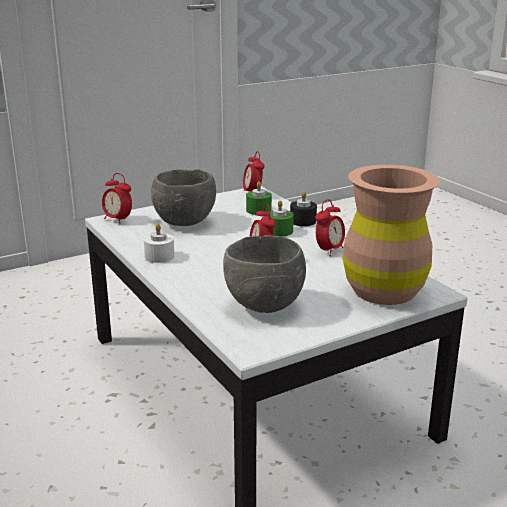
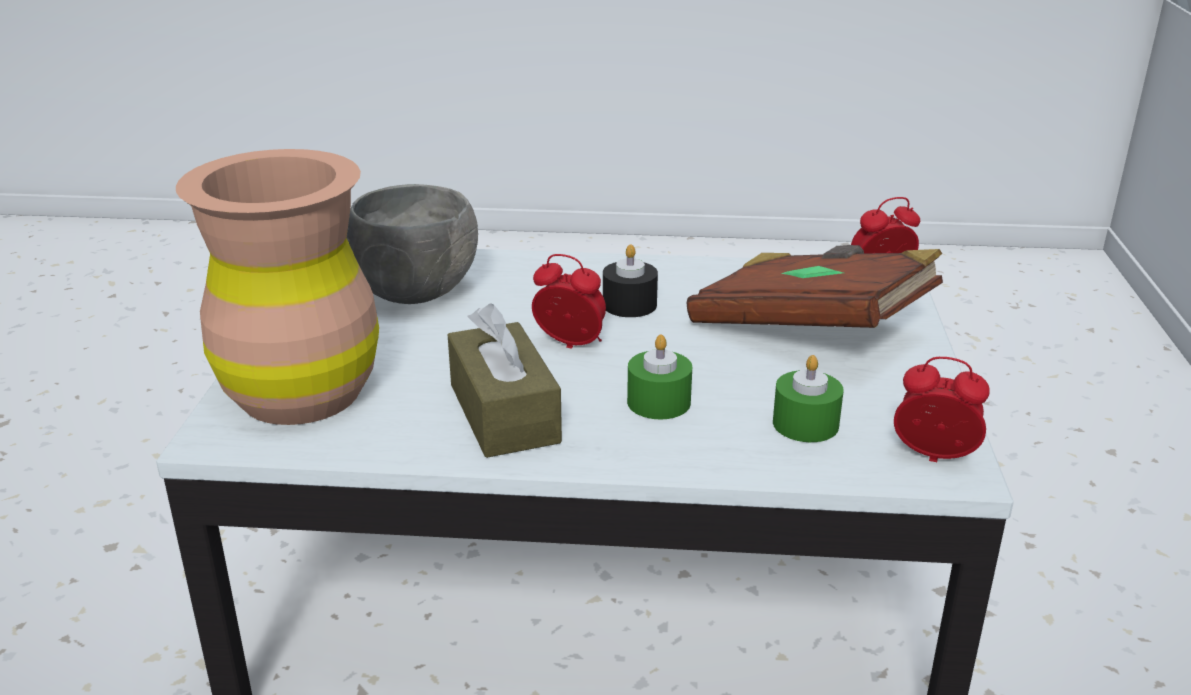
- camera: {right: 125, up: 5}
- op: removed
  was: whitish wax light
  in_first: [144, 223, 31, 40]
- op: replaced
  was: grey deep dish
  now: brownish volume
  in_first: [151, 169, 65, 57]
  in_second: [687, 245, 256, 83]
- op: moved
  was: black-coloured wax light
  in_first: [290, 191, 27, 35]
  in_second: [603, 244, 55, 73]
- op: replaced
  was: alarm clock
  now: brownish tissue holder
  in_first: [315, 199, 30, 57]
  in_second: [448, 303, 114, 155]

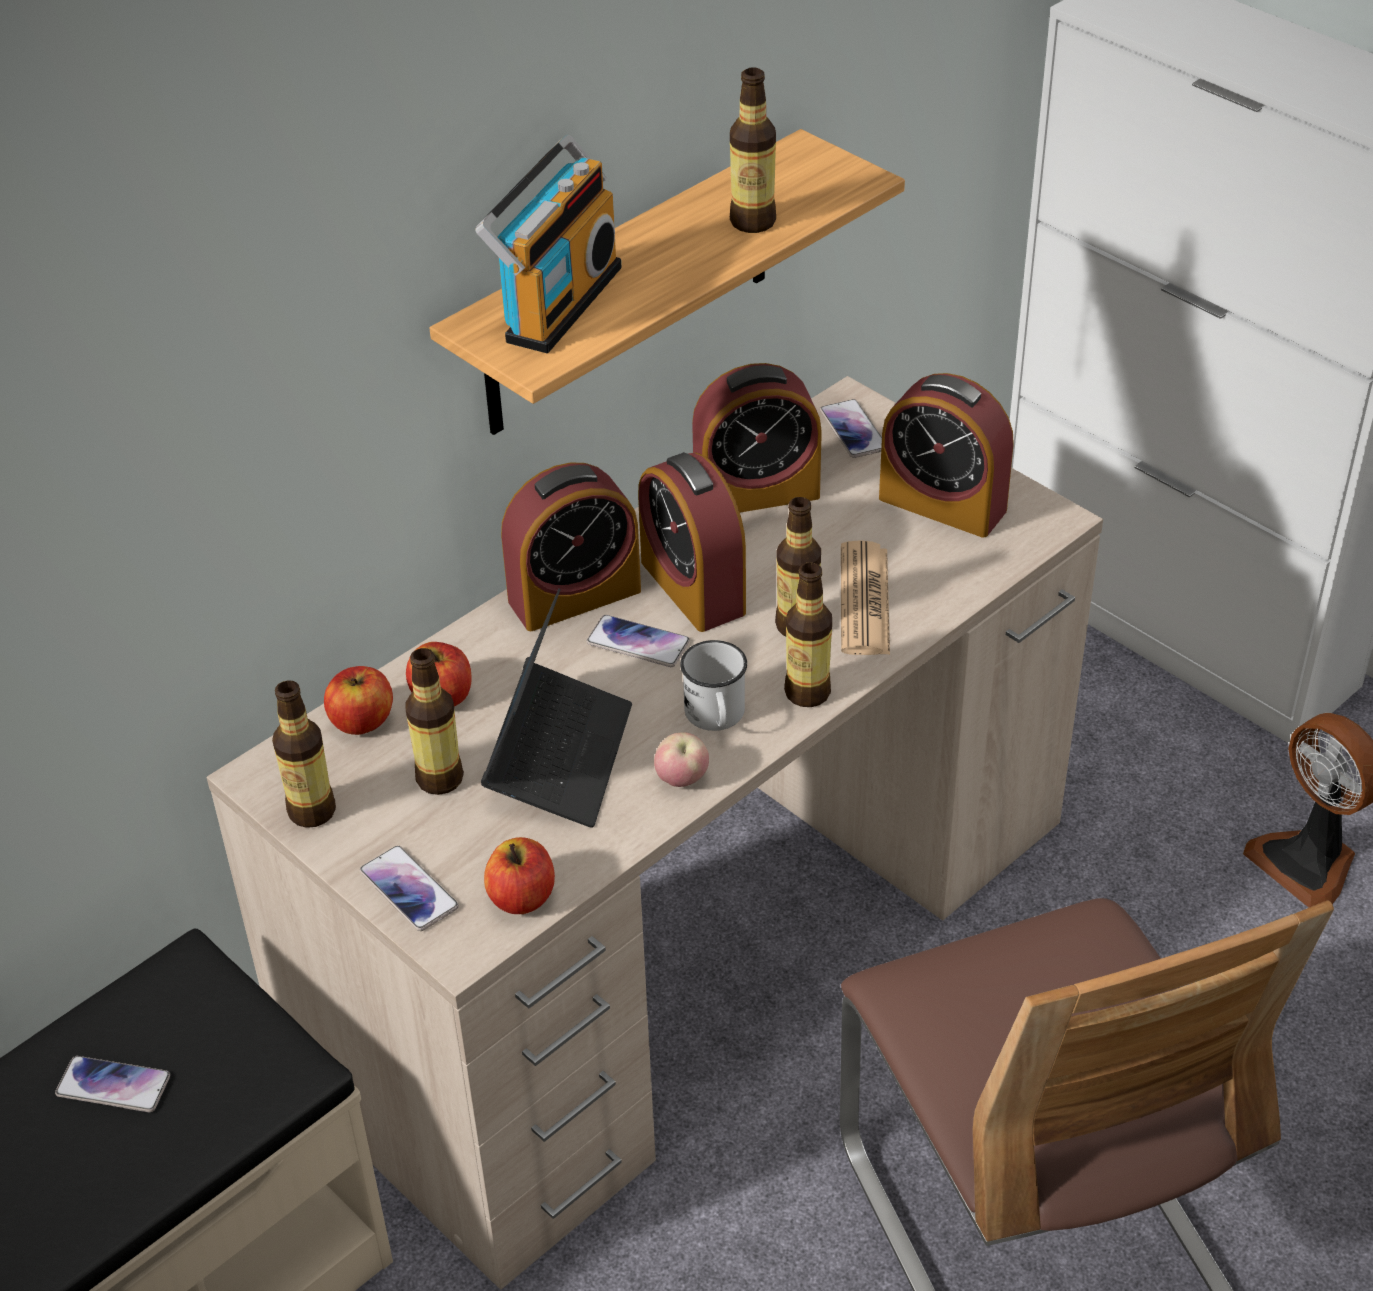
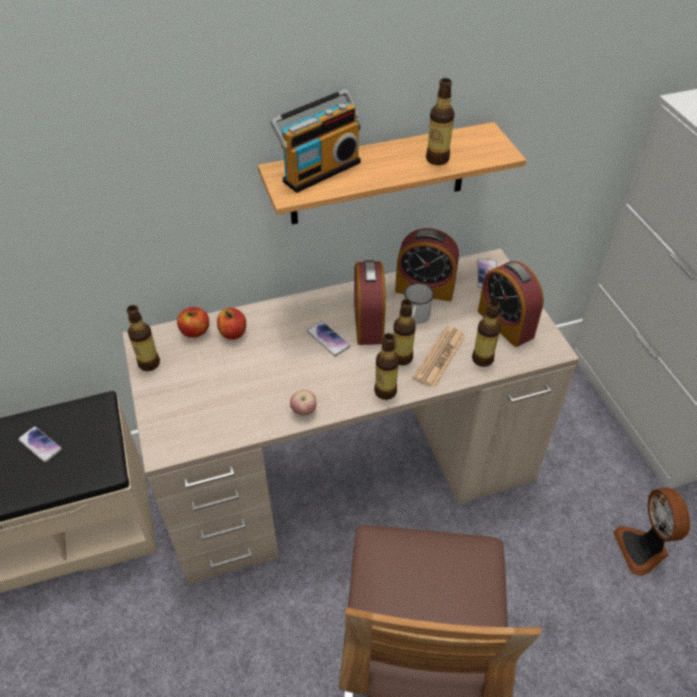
- camera: {right: 25, up: 5}
- op: removed
  was: phone
  in_first: [360, 846, 99, 85]
- op: moved
  was: drink bottle
  in_first: [405, 648, 59, 147]
  in_second: [472, 301, 29, 66]
- op: removed
  was: laptop
  in_first: [481, 588, 151, 240]
- op: removed
  was: apple
  in_first: [484, 837, 71, 77]
- op: removed
  was: alarm clock
  in_first: [501, 462, 140, 169]
- op: moved
  was: whitish coffee mug
  in_first: [680, 640, 67, 91]
  in_second: [404, 283, 30, 41]

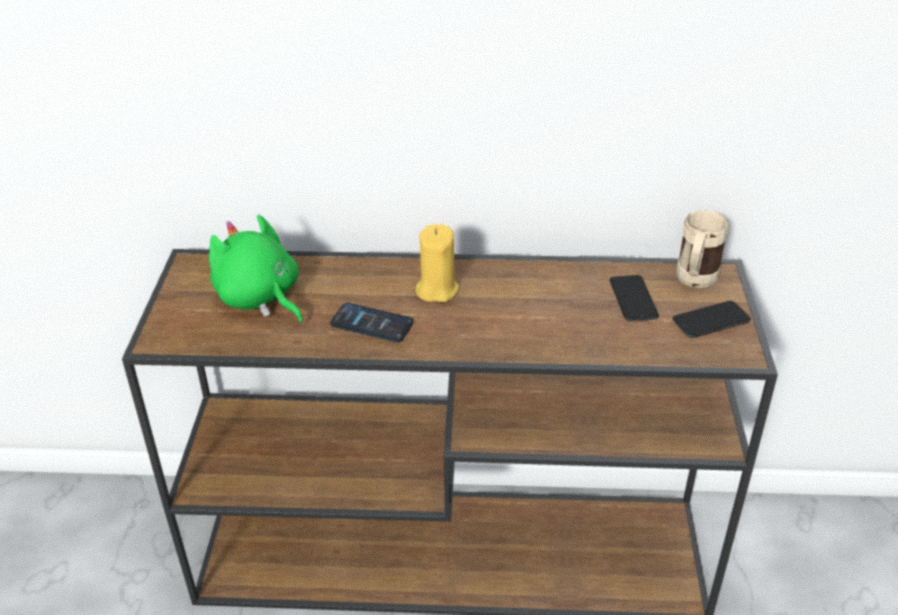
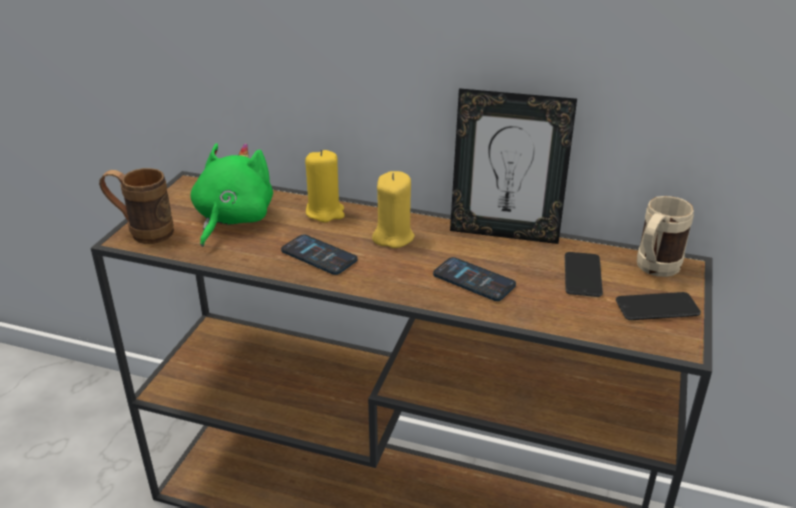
- camera: {right: 15, up: -5}
- op: turned
  was: greenish plush toy
  in_first: [209, 214, 94, 109]
  in_second: [190, 143, 83, 104]
  clockwise: 45
- op: added
  now: brownish coffee mug
  in_second: [99, 168, 75, 76]
- op: added
  now: yellowish wax light
  in_second: [305, 150, 40, 73]
- op: added
  now: phone
  in_second: [433, 257, 83, 44]
- op: added
  now: photo frame
  in_second: [450, 88, 127, 156]

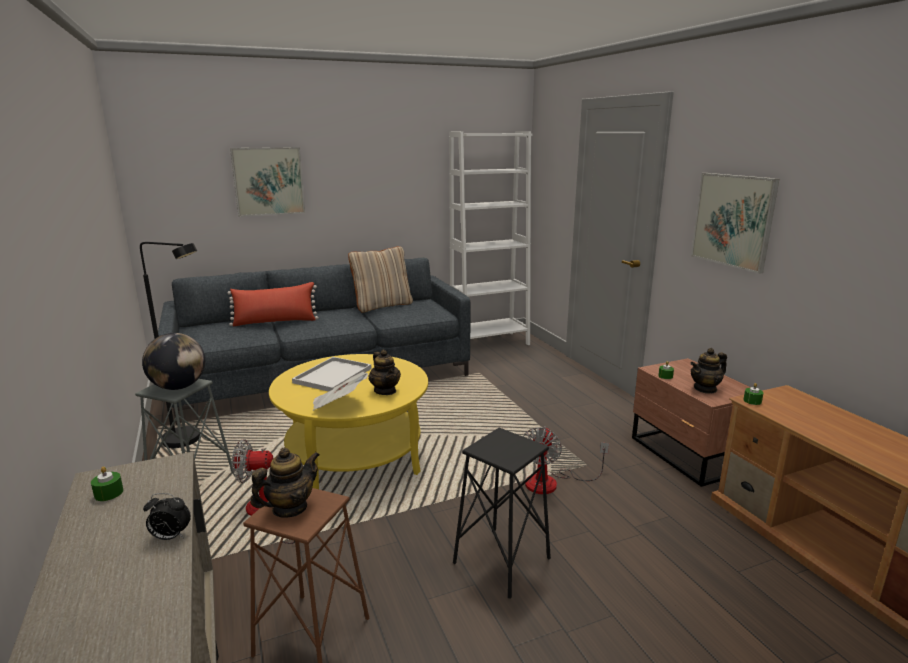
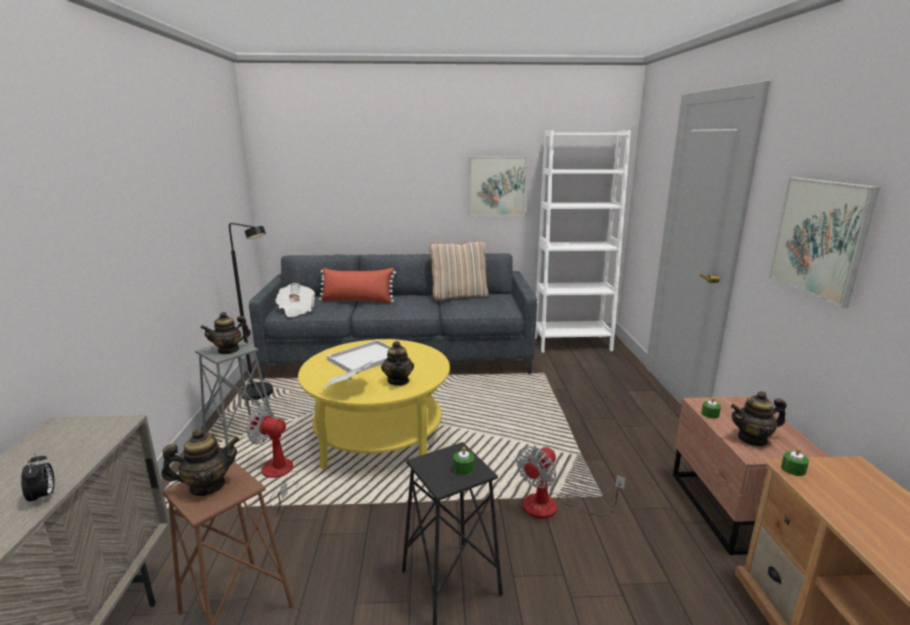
- camera: {right: 20, up: 0}
- op: moved
  was: greenish wax light
  in_first: [91, 466, 32, 35]
  in_second: [453, 447, 21, 28]
- op: replaced
  was: globe
  now: pot for tea
  in_first: [142, 333, 63, 57]
  in_second: [201, 312, 50, 42]
- op: turned
  was: alarm clock
  in_first: [143, 493, 48, 47]
  in_second: [21, 453, 34, 51]
  clockwise: -135
- op: moved
  was: picture
  in_first: [230, 147, 75, 70]
  in_second: [468, 157, 59, 59]
- op: added
  now: printed paper
  in_second: [275, 283, 40, 34]

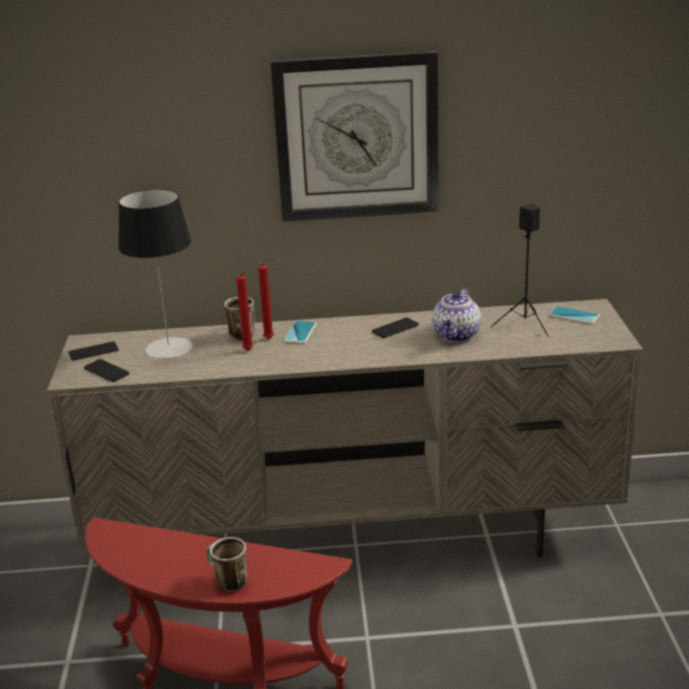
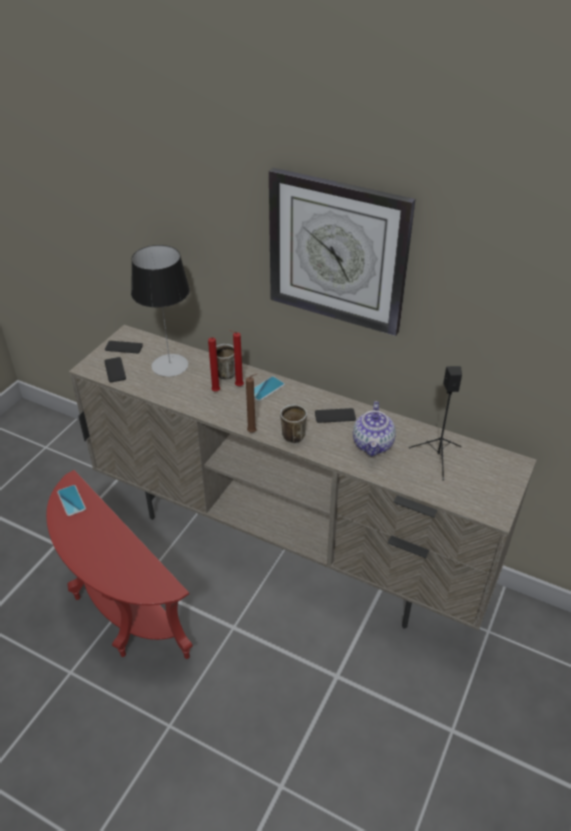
- camera: {right: 30, up: 15}
- op: moved
  was: coffee mug
  in_first: [206, 537, 41, 55]
  in_second: [280, 404, 27, 39]
- op: turned
  was: pot for tea
  in_first: [432, 288, 49, 54]
  in_second: [353, 401, 43, 56]
  clockwise: -45
- op: moved
  was: phone
  in_first: [549, 306, 51, 18]
  in_second: [57, 485, 29, 31]
- op: added
  now: brownish wax light
  in_second: [246, 374, 11, 58]

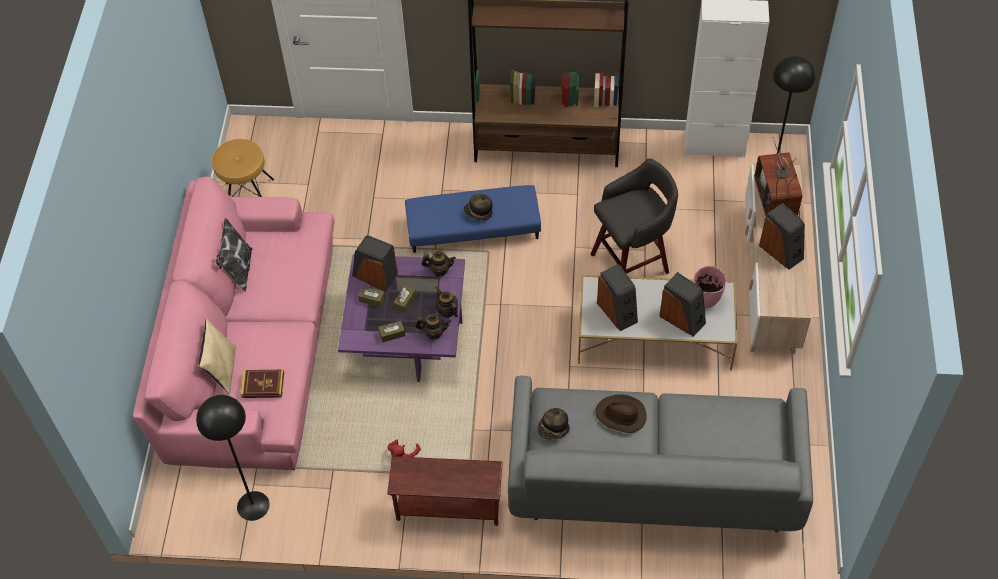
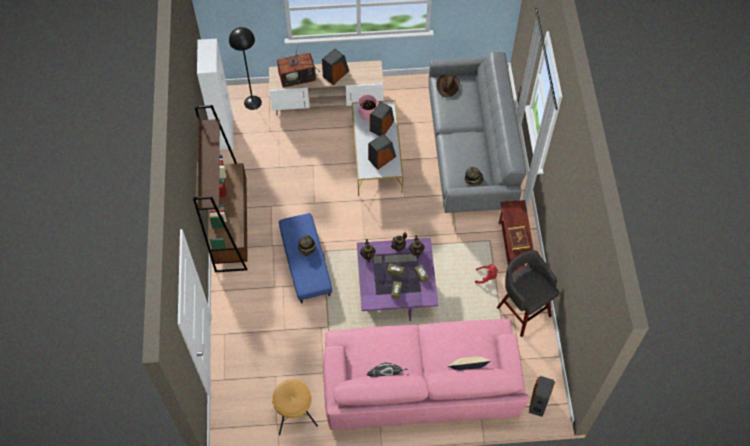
- camera: {right: -100, up: 5}
- op: removed
  was: black-coloured standard lamp
  in_first: [196, 395, 74, 126]
- op: moved
  was: volume
  in_first: [240, 370, 44, 28]
  in_second: [507, 226, 23, 26]
- op: moved
  was: loudspeaker
  in_first: [352, 235, 46, 57]
  in_second: [529, 376, 26, 41]
- op: moved
  was: grey stool
  in_first: [591, 158, 87, 116]
  in_second: [497, 250, 62, 87]
- op: moved
  was: brownish hat
  in_first: [595, 394, 51, 39]
  in_second: [437, 74, 23, 24]

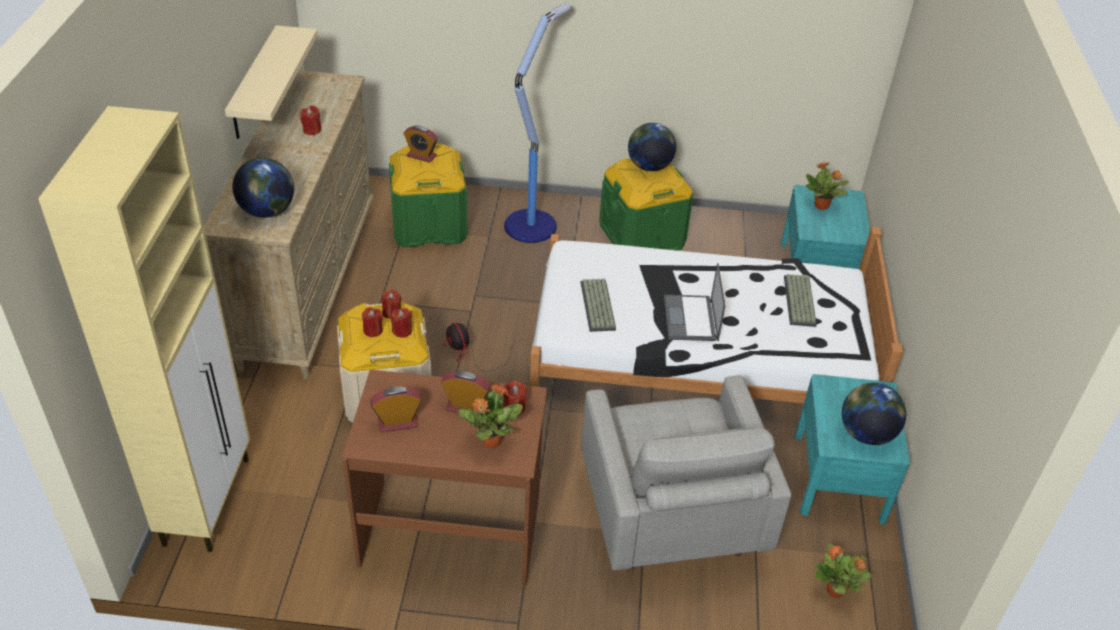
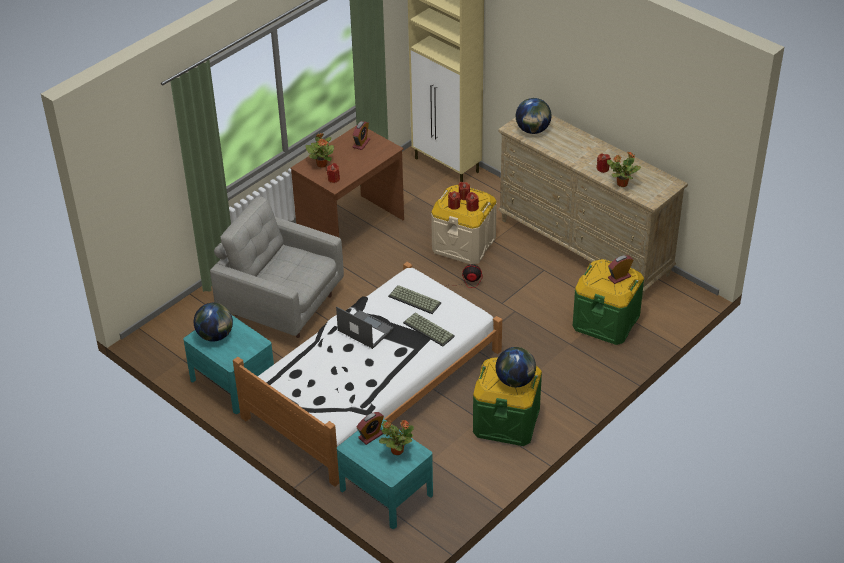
- camera: {right: 130, up: 0}
- op: removed
  was: sand-coloured shelf
  in_first: [225, 25, 93, 114]
- op: moved
  was: alarm clock
  in_first: [441, 371, 50, 42]
  in_second: [356, 412, 28, 33]
- op: removed
  was: standard lamp
  in_first: [504, 3, 67, 240]
- op: moved
  was: computer keyboard
  in_first: [784, 274, 33, 53]
  in_second: [403, 313, 52, 34]
- op: moved
  was: potted plant
  in_first: [814, 544, 58, 54]
  in_second: [607, 151, 34, 36]

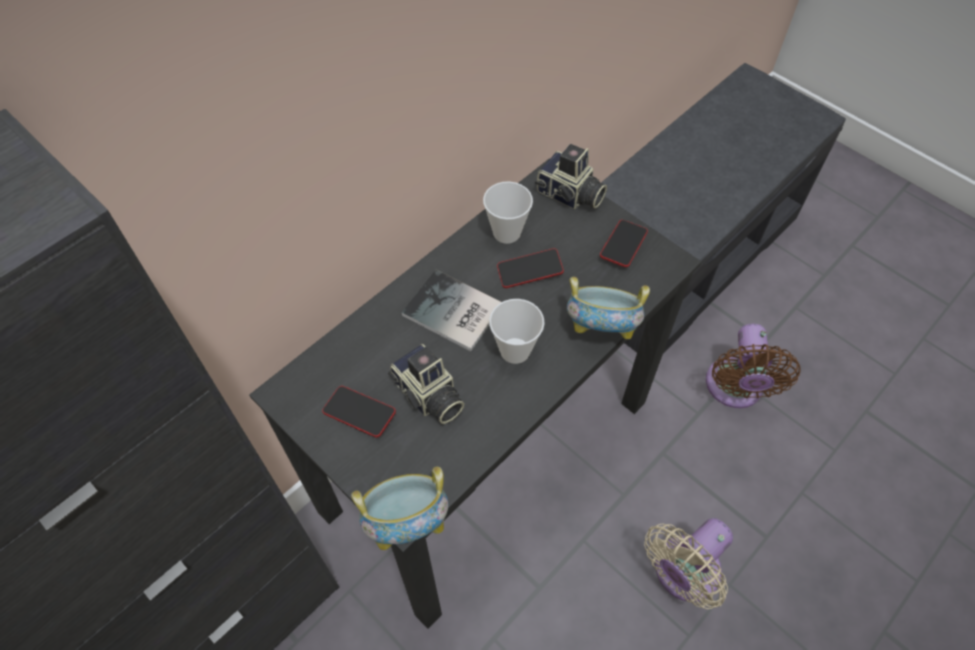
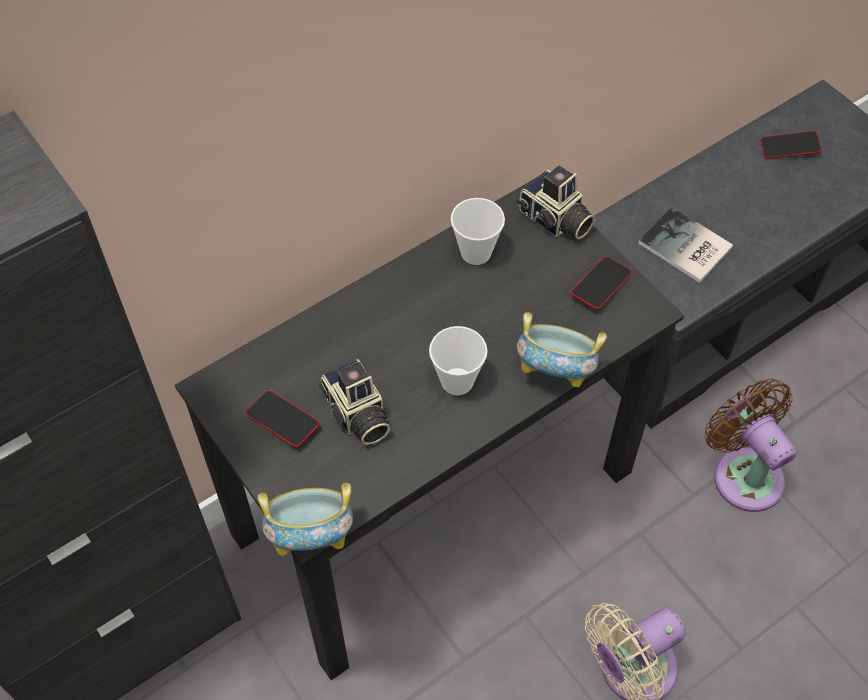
- camera: {right: 10, up: 0}
- op: moved
  was: volume
  in_first: [402, 270, 99, 81]
  in_second: [638, 207, 95, 76]
- op: moved
  was: phone
  in_first: [497, 248, 67, 40]
  in_second: [760, 131, 62, 28]
- op: turned
  was: brownish fan
  in_first: [706, 324, 95, 84]
  in_second: [705, 379, 91, 133]
  clockwise: 135

